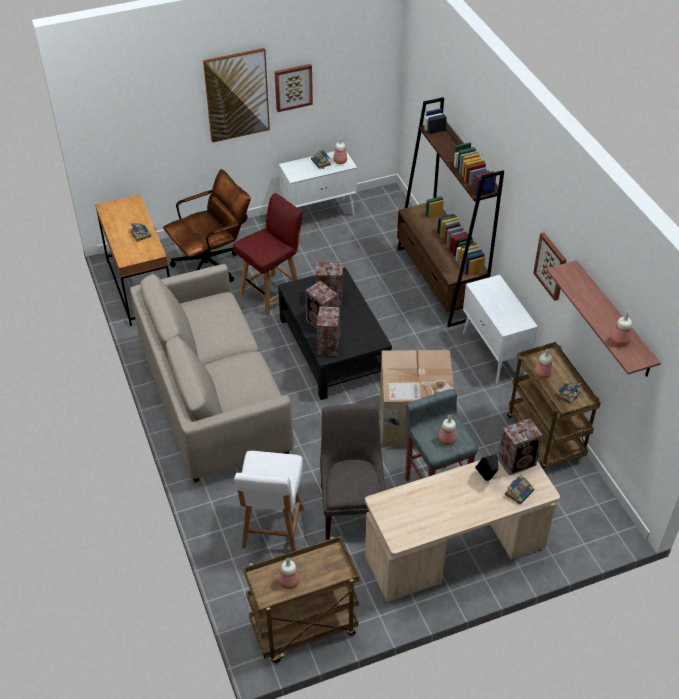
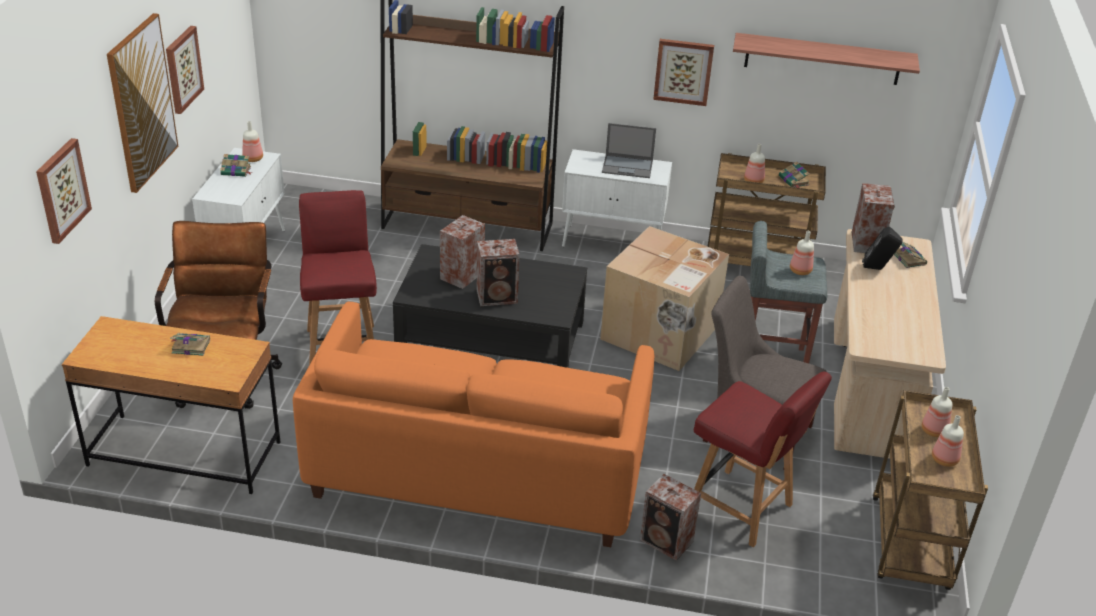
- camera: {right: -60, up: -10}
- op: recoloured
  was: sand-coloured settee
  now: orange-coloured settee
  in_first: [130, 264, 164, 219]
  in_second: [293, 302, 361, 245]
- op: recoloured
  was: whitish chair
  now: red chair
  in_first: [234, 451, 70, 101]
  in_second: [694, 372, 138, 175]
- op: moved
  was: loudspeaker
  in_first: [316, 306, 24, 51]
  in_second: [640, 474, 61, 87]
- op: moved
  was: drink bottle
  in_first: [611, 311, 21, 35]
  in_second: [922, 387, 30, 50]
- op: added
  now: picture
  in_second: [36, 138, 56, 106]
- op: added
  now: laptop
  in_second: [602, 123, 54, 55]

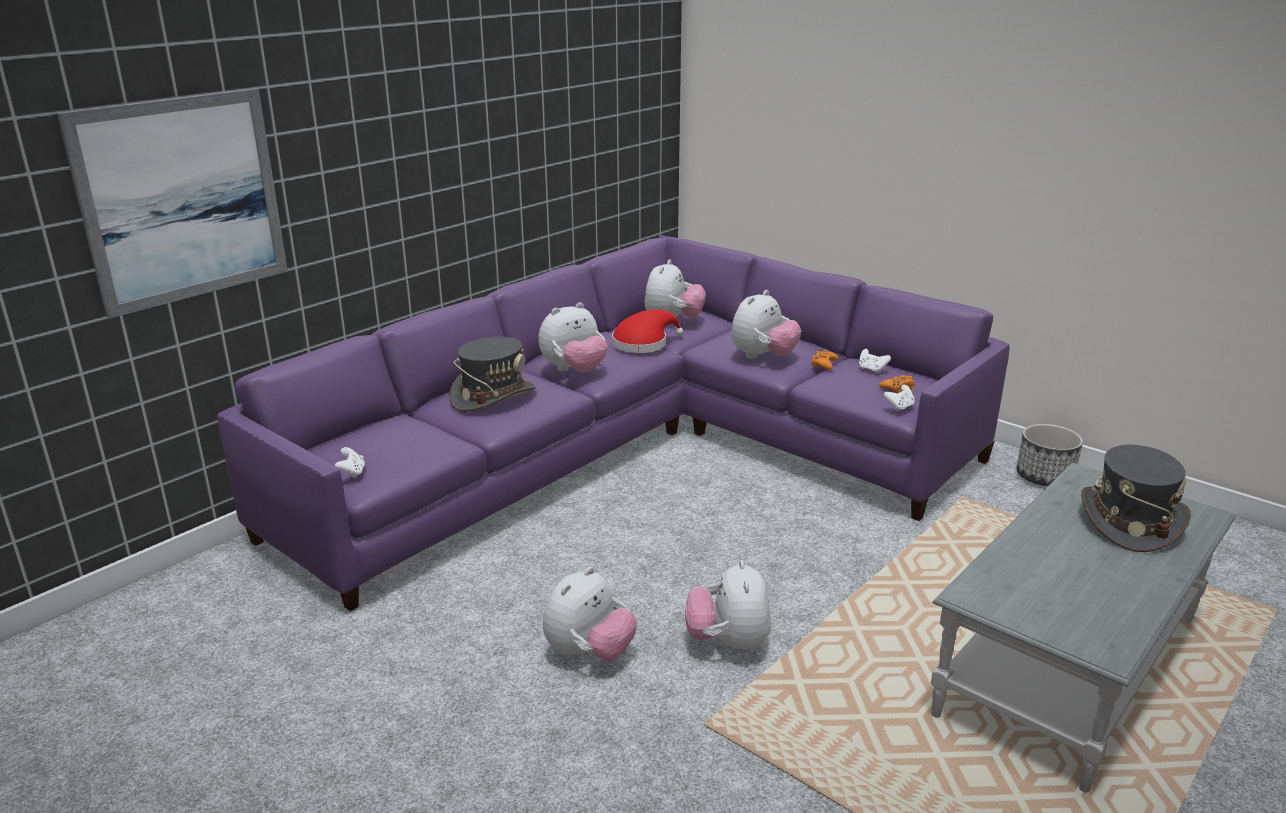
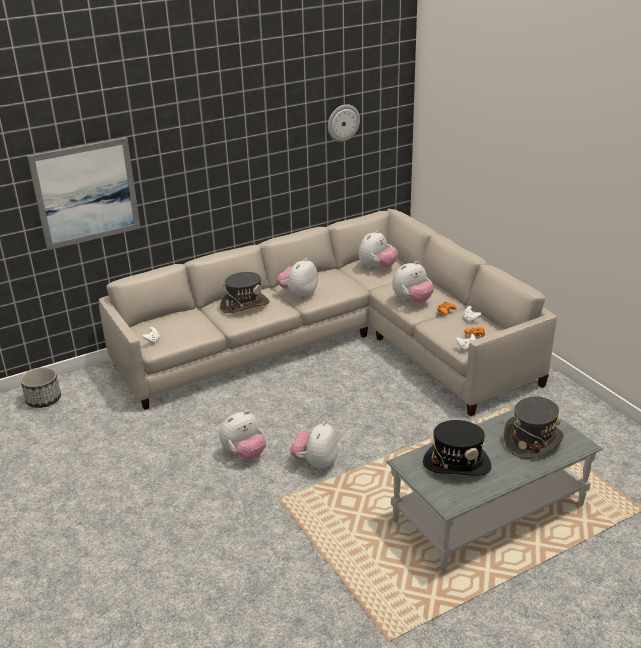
- camera: {right: 20, up: 5}
- op: recoloured
  was: purplish settee
  now: sand-coloured settee
  in_first: [217, 235, 793, 376]
  in_second: [99, 209, 458, 207]
- op: turned
  was: plush toy
  in_first: [538, 302, 69, 70]
  in_second: [277, 258, 41, 41]
  clockwise: 135
- op: removed
  was: red hat
  in_first: [612, 309, 71, 44]
- op: moved
  was: plant pot
  in_first: [1016, 424, 67, 62]
  in_second: [20, 367, 41, 41]
- op: added
  now: hanging clock
  in_second: [328, 104, 32, 38]
- op: added
  now: black-coloured hat
  in_second: [423, 420, 68, 56]

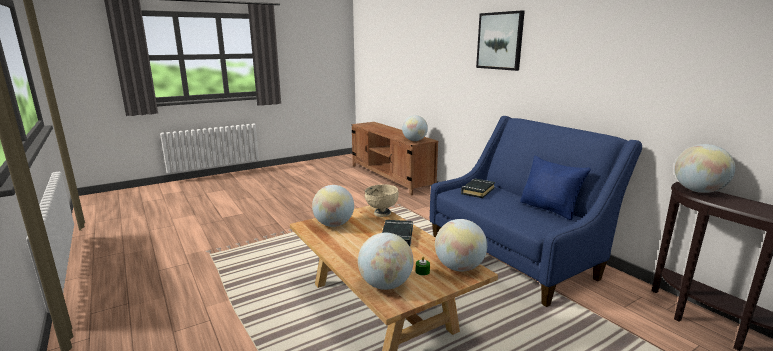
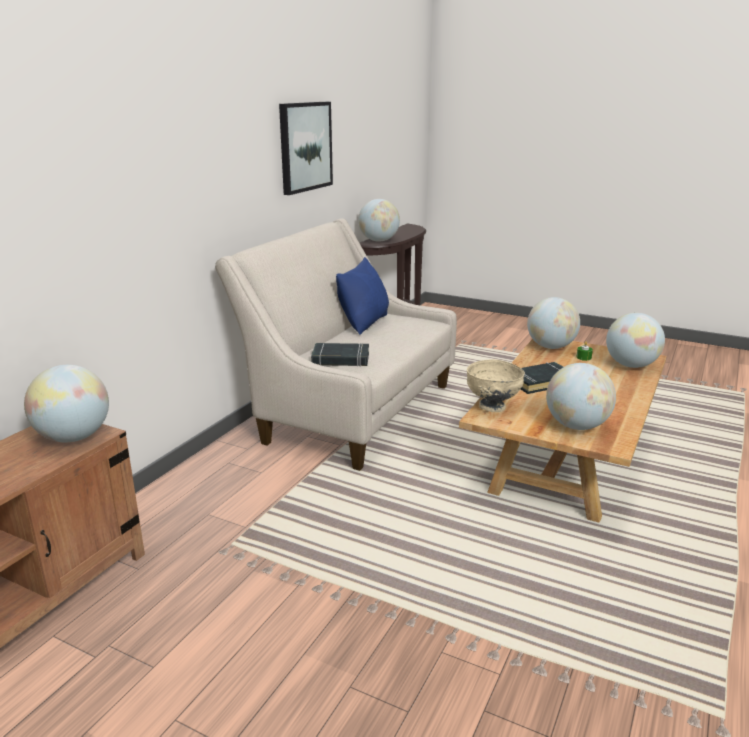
- camera: {right: -120, up: 5}
- op: recoloured
  was: bluish settee
  now: sand-coloured settee
  in_first: [430, 116, 212, 191]
  in_second: [215, 218, 242, 253]
- op: moved
  was: picture
  in_first: [476, 10, 49, 61]
  in_second: [279, 102, 54, 93]

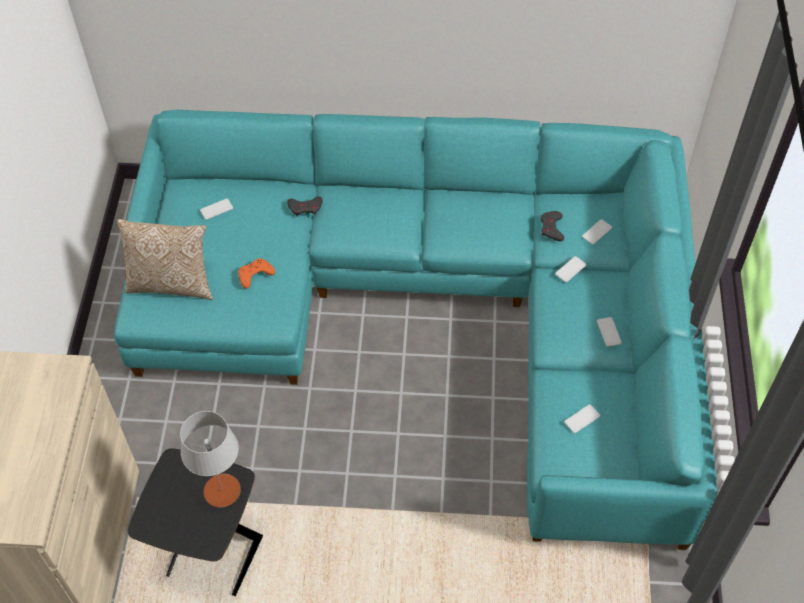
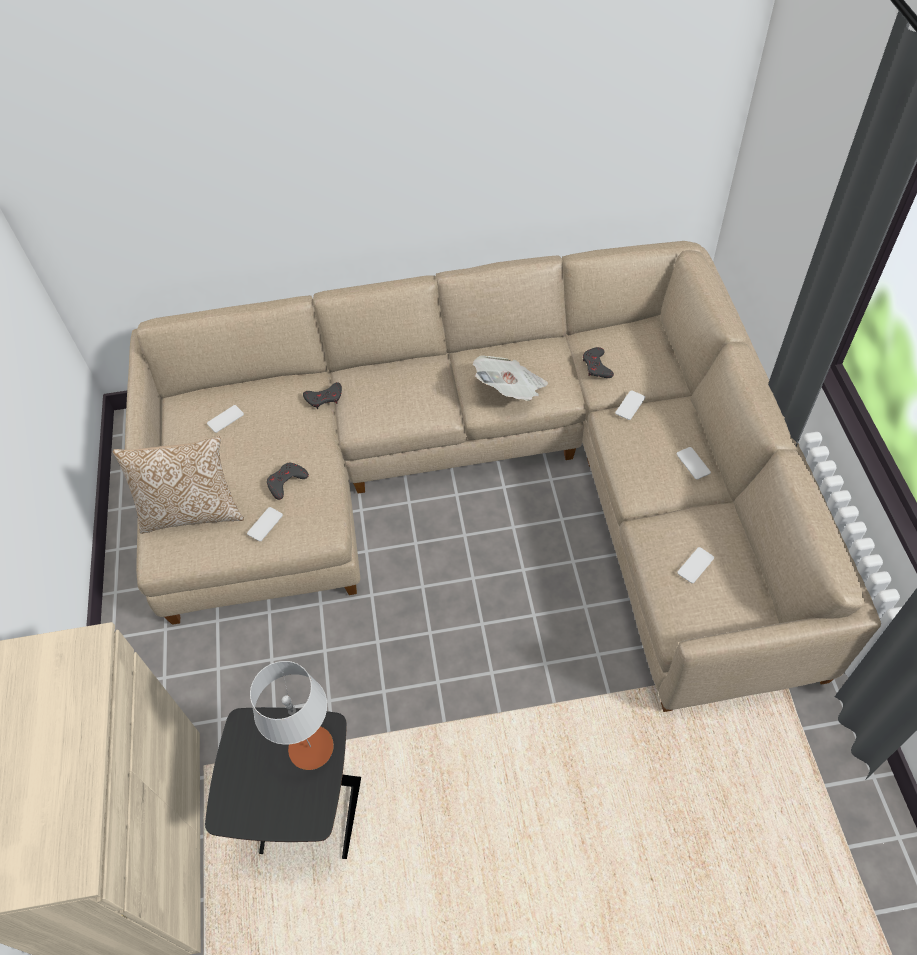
- camera: {right: -10, up: 0}
- op: recoloured
  was: turquoise settee
  now: sand-coloured settee
  in_first: [114, 110, 603, 440]
  in_second: [125, 241, 756, 471]
- op: recoloured
  was: orange-coloured joypad
  now: grey joypad
  in_first: [238, 258, 37, 31]
  in_second: [267, 463, 42, 37]
- op: moved
  was: phone
  in_first: [582, 219, 30, 26]
  in_second: [247, 507, 36, 34]
- op: added
  now: printed paper
  in_second: [473, 355, 75, 46]

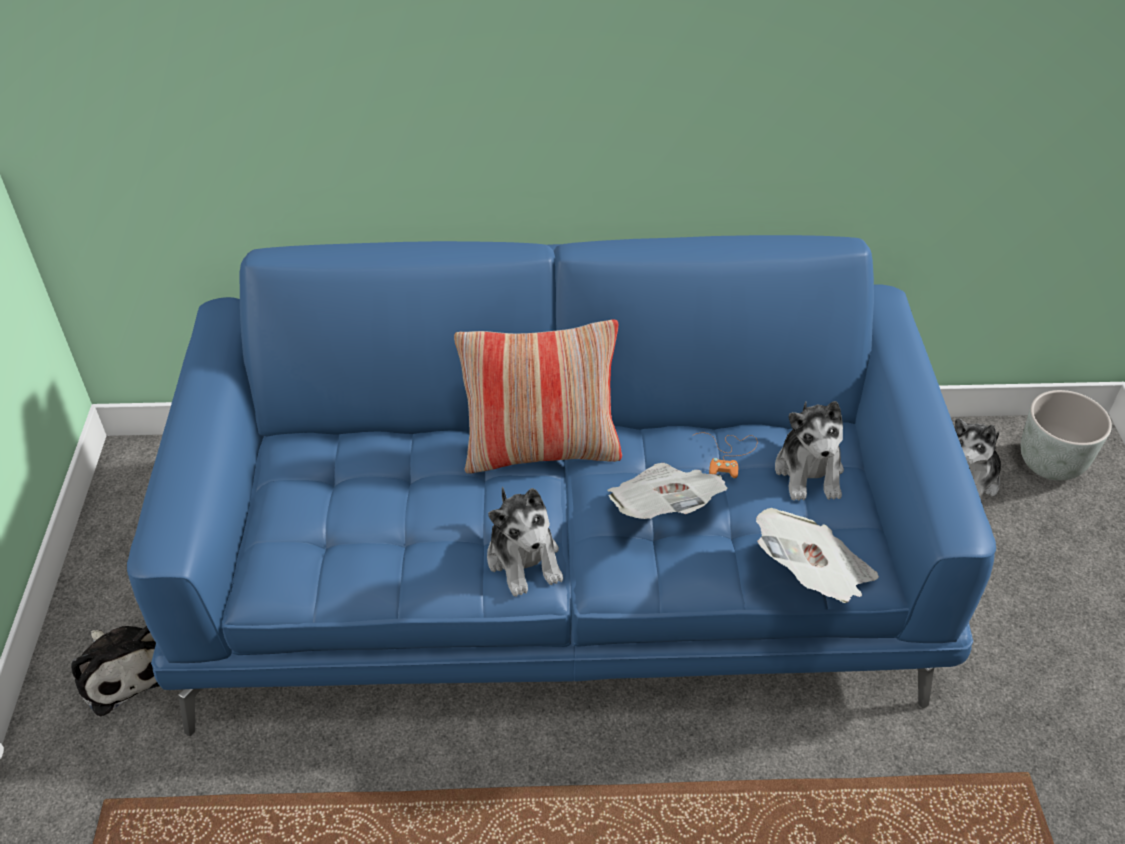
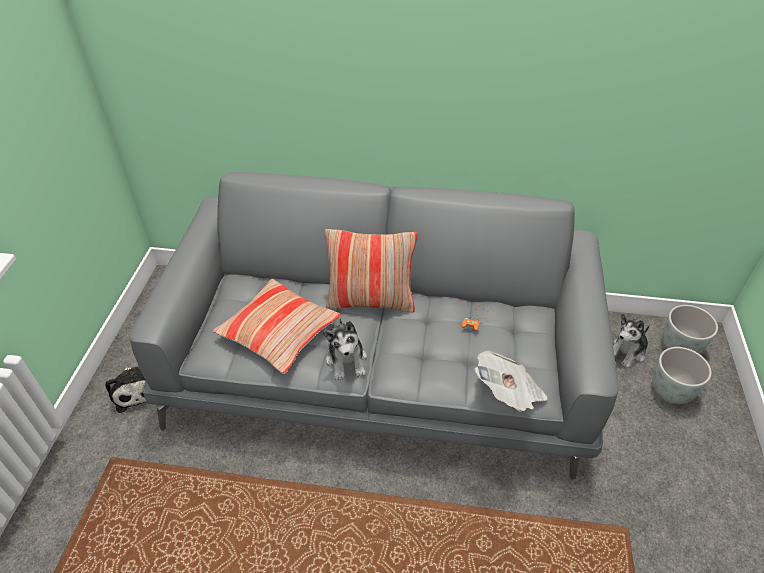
- camera: {right: 10, up: 0}
- op: recoloured
  was: bluish settee
  now: grey settee
  in_first: [127, 235, 869, 501]
  in_second: [129, 172, 489, 308]
- op: removed
  was: printed paper
  in_first: [607, 463, 121, 56]
- op: removed
  was: plush toy
  in_first: [775, 401, 69, 100]
- op: added
  now: pillow
  in_second: [213, 279, 128, 95]
- op: added
  now: grey plant pot
  in_second: [652, 347, 60, 57]

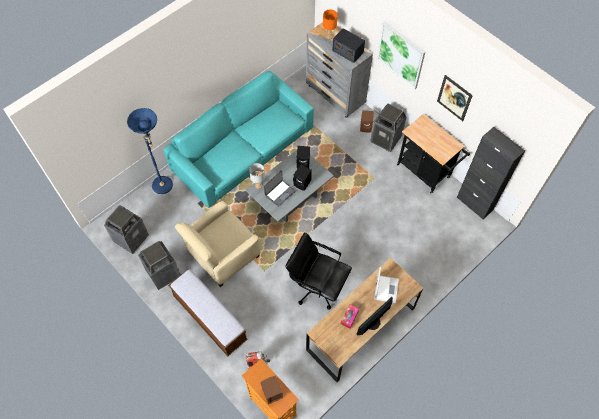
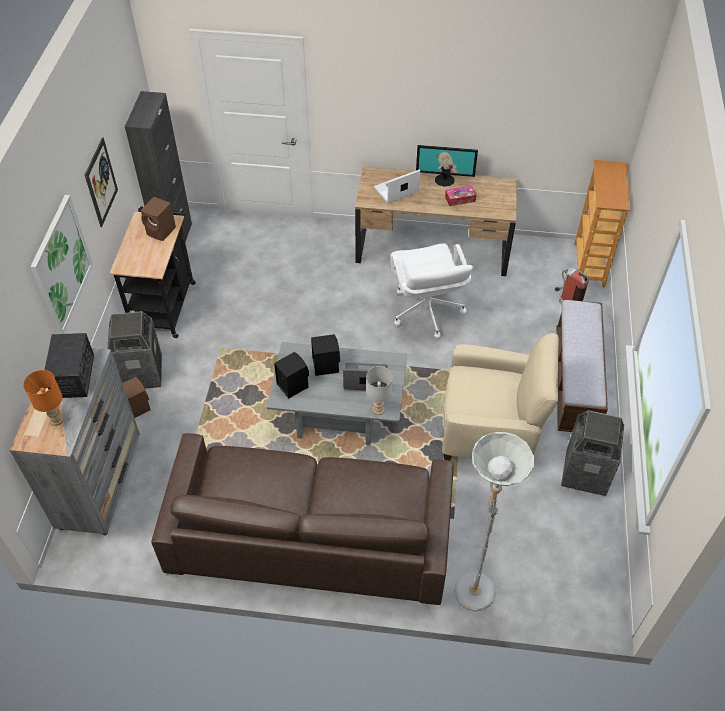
- camera: {right: -130, up: -10}
- op: removed
  was: trash can
  in_first: [104, 205, 45, 49]
- op: recoloured
  was: bluish standard lamp
  now: grey standard lamp
  in_first: [127, 108, 46, 86]
  in_second: [454, 432, 80, 179]
- op: recoloured
  was: turquoise settee
  now: brownish settee
  in_first: [163, 71, 151, 137]
  in_second: [151, 433, 303, 172]
- op: moved
  was: brownish loudspeaker
  in_first: [261, 376, 22, 28]
  in_second: [141, 197, 35, 44]
- op: recoloured
  was: black-coloured office chair
  now: whitish office chair
  in_first: [286, 232, 66, 78]
  in_second: [391, 244, 83, 95]

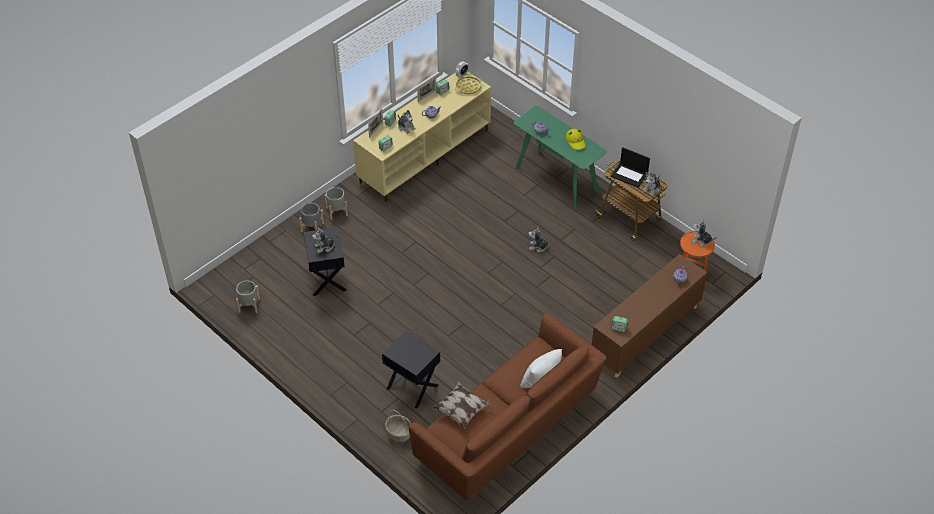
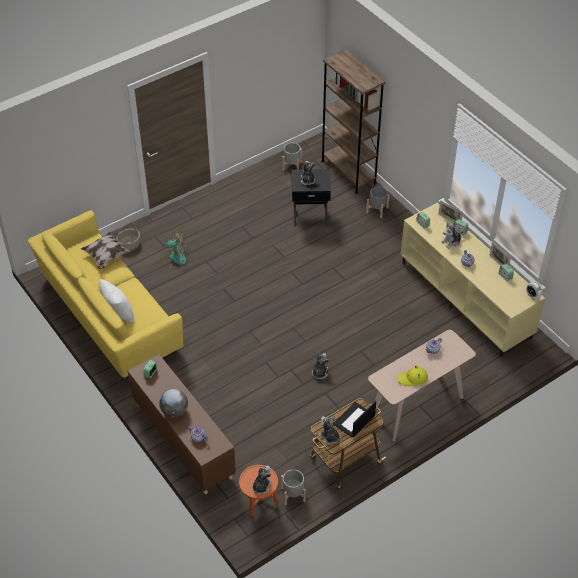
- camera: {right: 100, up: 0}
- op: moved
  was: grey plant pot
  in_first: [325, 187, 23, 33]
  in_second: [281, 469, 25, 36]
- op: replaced
  was: black-coloured accent table
  now: fan
  in_first: [382, 331, 58, 77]
  in_second: [160, 230, 27, 39]
- op: recoloured
  was: brownish settee
  now: yellowish settee
  in_first: [409, 313, 197, 189]
  in_second: [28, 210, 155, 169]
- op: removed
  was: yellowish tray
  in_first: [455, 76, 27, 18]
- op: recoloured
  was: greenish hall table
  now: sand-coloured hall table
  in_first: [514, 106, 93, 103]
  in_second: [368, 330, 108, 111]
- op: added
  now: globe
  in_second: [159, 389, 29, 29]
- op: added
  now: brownish shelving unit
  in_second: [321, 49, 65, 145]

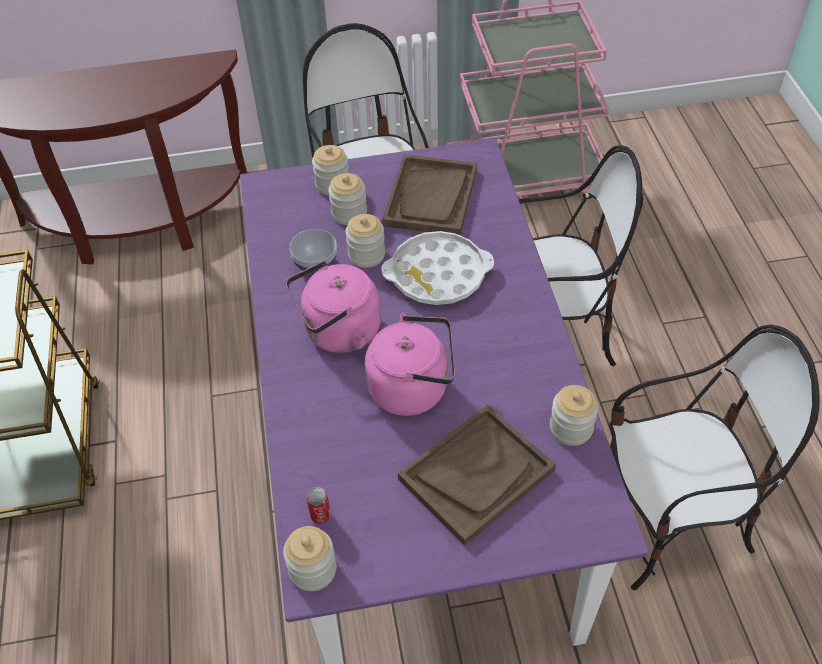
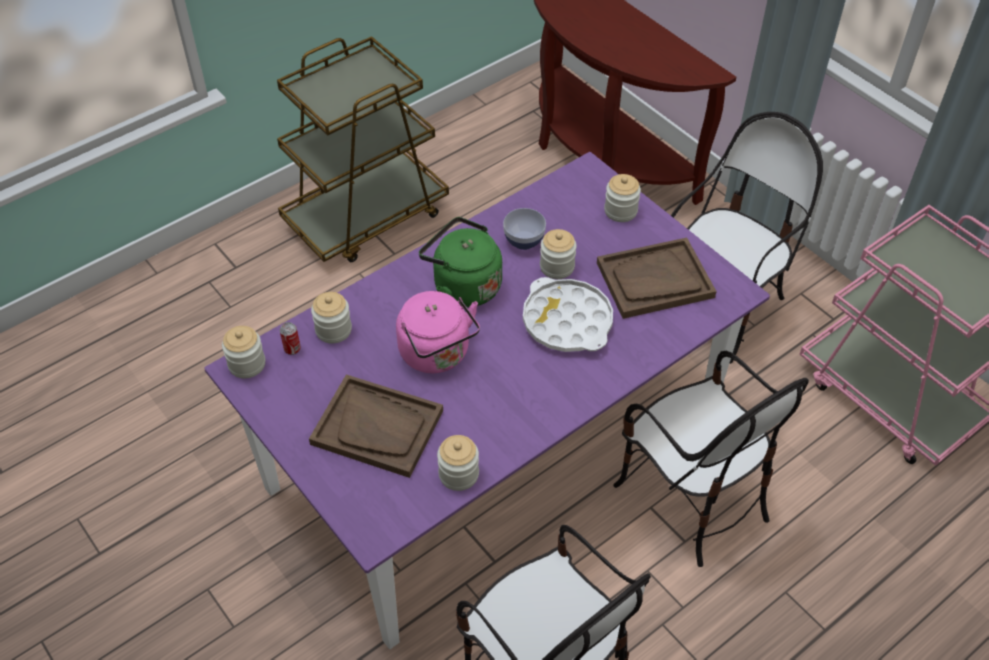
- camera: {right: 60, up: 0}
- op: recoloured
  was: pink tea kettle
  now: greenish tea kettle
  in_first: [286, 261, 95, 92]
  in_second: [419, 217, 83, 90]
- op: moved
  was: jar
  in_first: [328, 173, 39, 52]
  in_second: [311, 292, 41, 51]

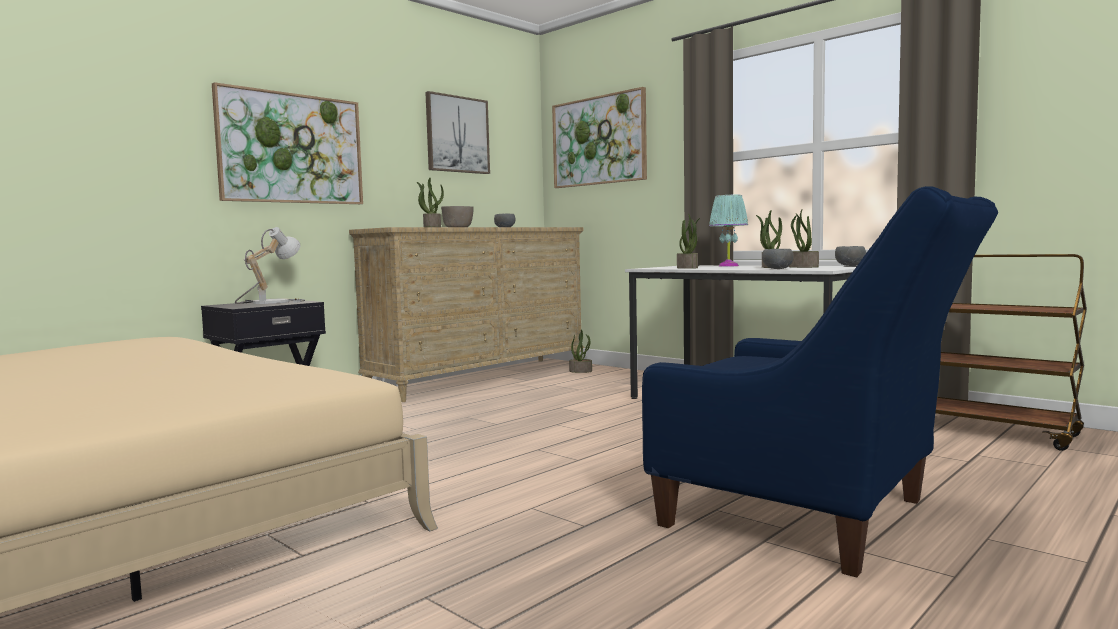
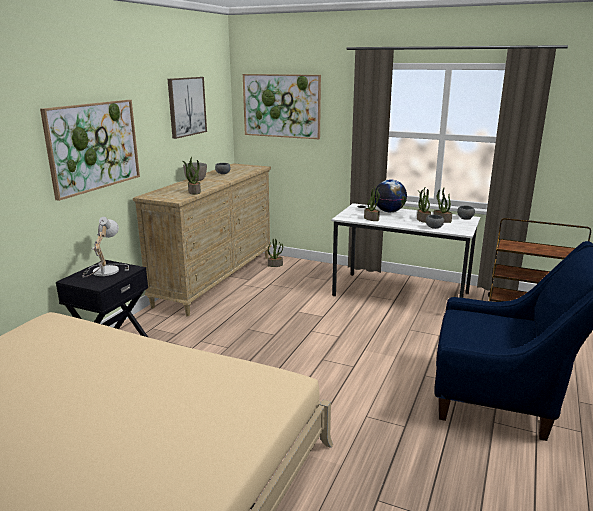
- camera: {right: -20, up: 15}
- op: replaced
  was: turquoise lamp for a table
  now: globe
  in_first: [709, 195, 39, 72]
  in_second: [375, 179, 32, 33]

